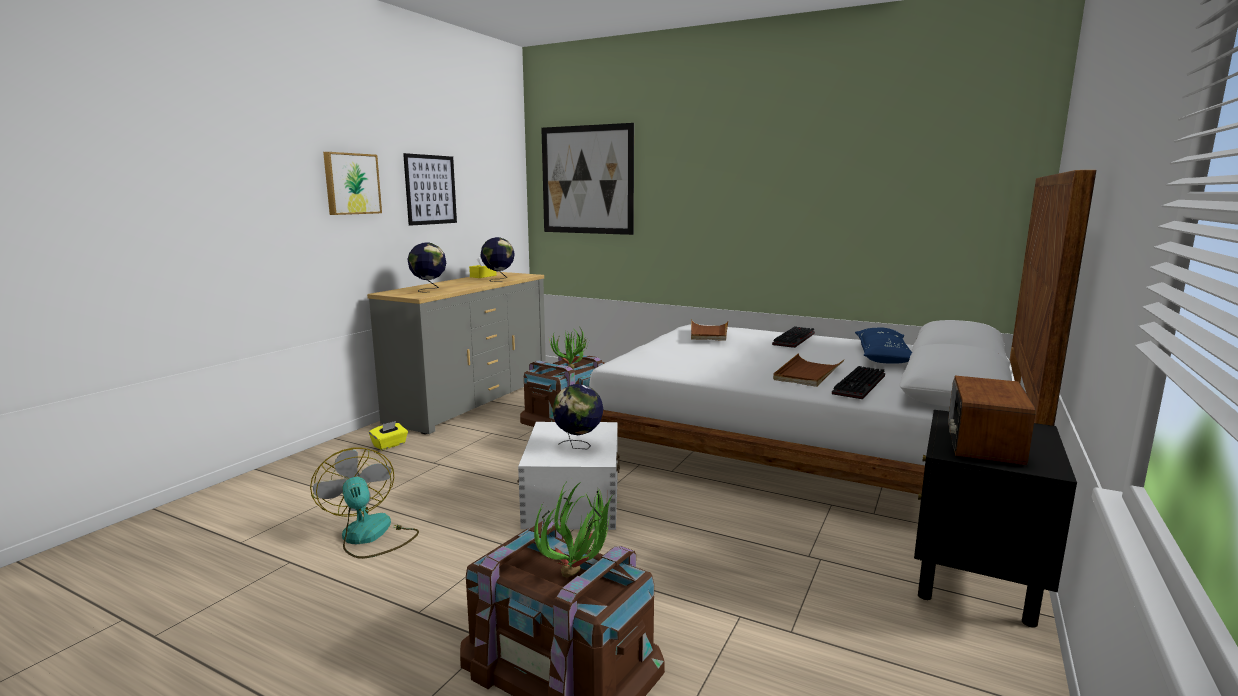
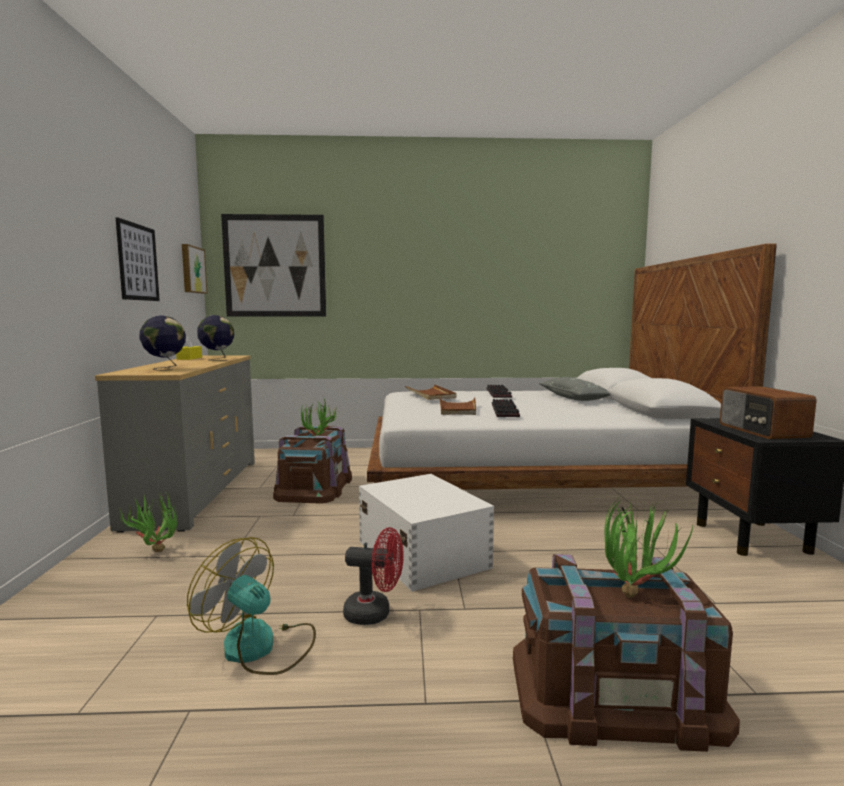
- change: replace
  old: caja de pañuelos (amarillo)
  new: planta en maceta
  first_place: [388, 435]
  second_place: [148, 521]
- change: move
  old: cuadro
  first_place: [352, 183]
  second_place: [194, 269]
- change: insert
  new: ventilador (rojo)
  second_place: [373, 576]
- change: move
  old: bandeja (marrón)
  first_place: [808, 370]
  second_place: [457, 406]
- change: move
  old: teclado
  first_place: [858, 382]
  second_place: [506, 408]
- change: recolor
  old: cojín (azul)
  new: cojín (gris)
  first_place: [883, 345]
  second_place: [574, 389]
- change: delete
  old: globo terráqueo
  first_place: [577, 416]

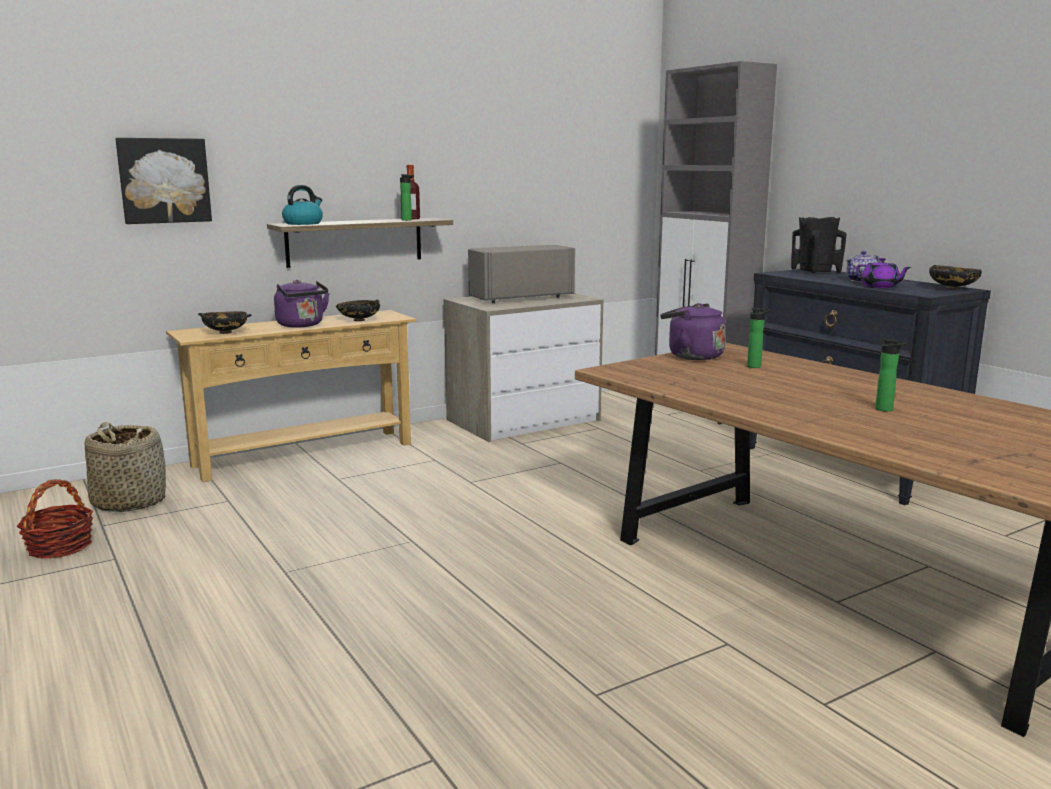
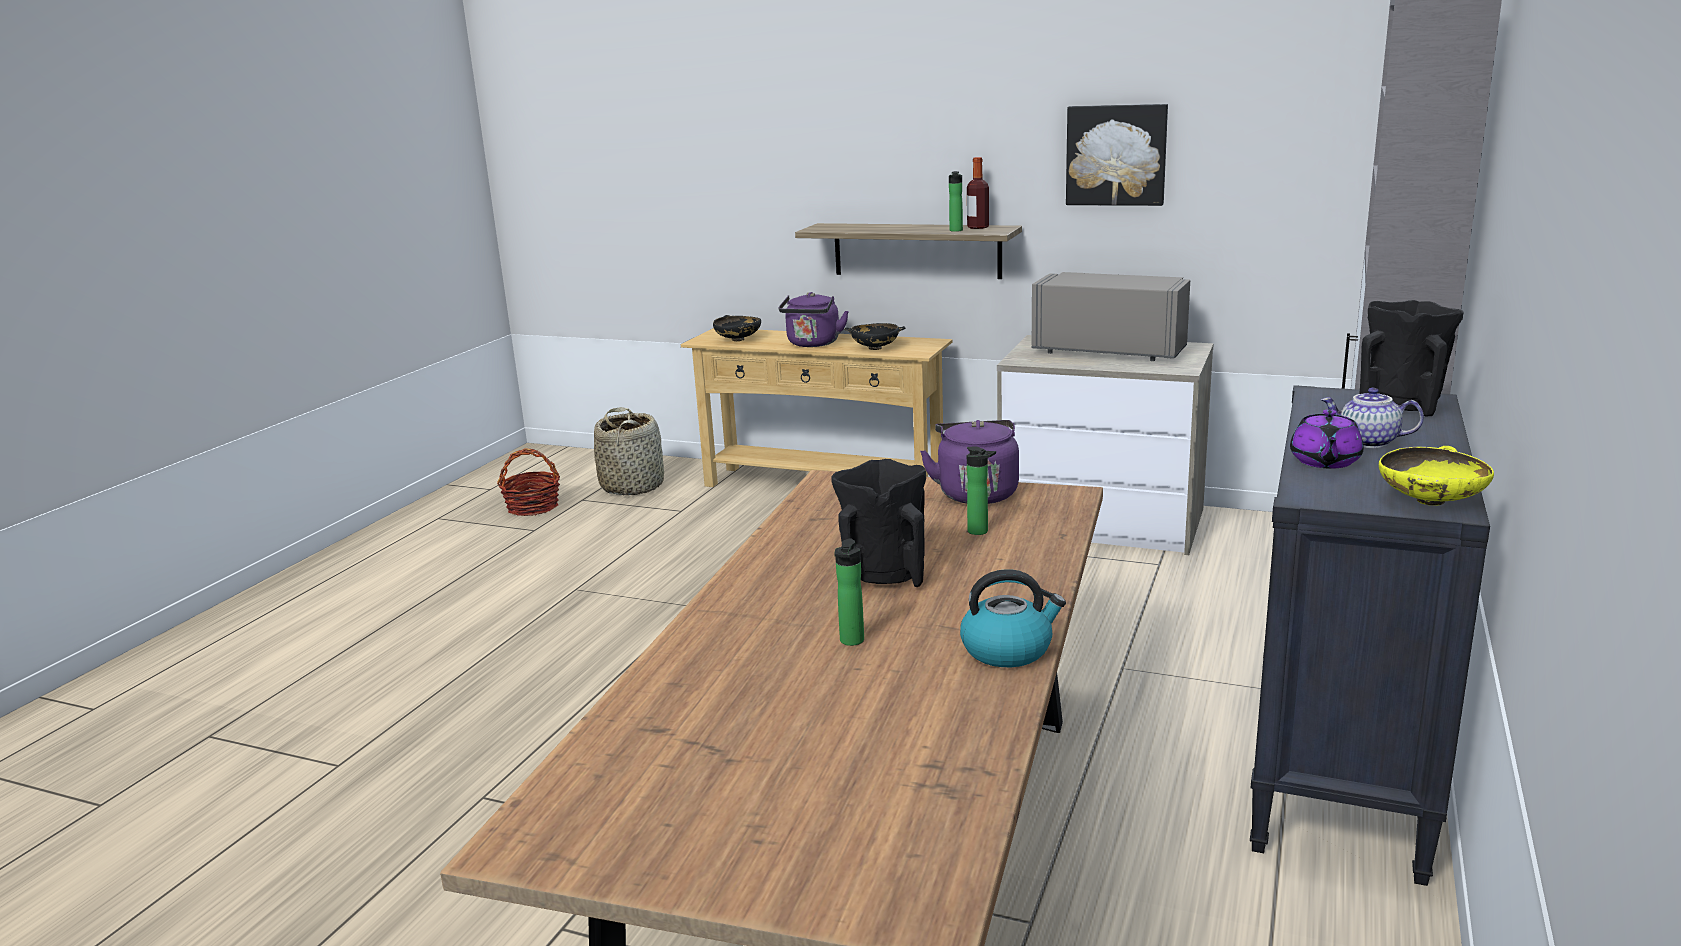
- change: insert
  new: florero (negro)
  second_place: [878, 523]
- change: move
  old: hervidor
  first_place: [302, 205]
  second_place: [1013, 618]
- change: move
  old: cuadro
  first_place: [163, 181]
  second_place: [1117, 155]
- change: recolor
  old: cuenco (negro)
  new: cuenco (amarillo)
  first_place: [955, 277]
  second_place: [1436, 476]

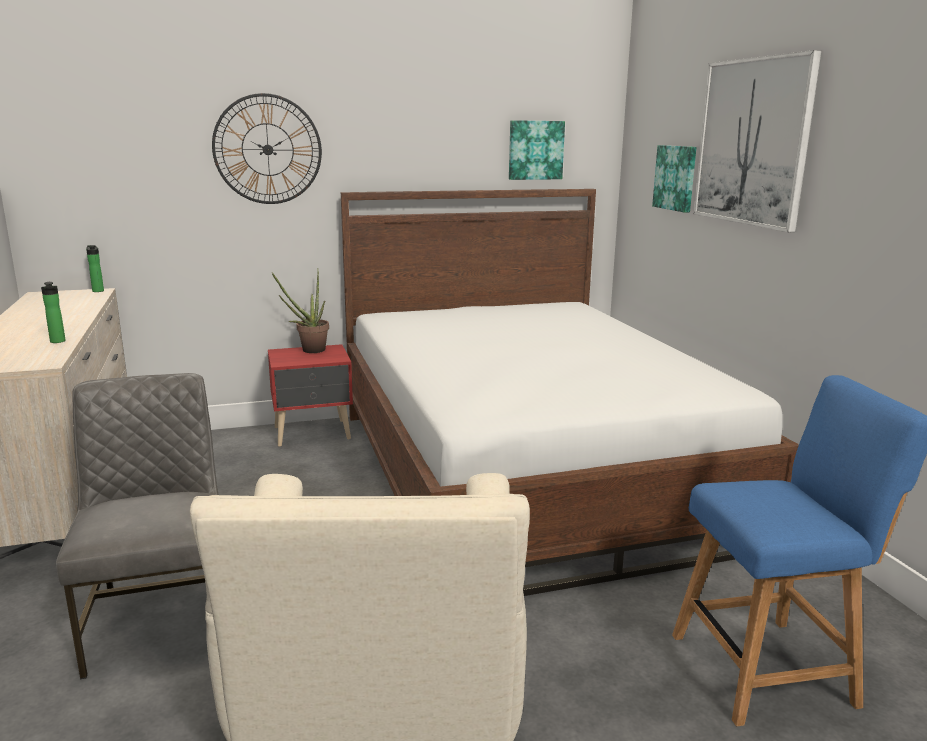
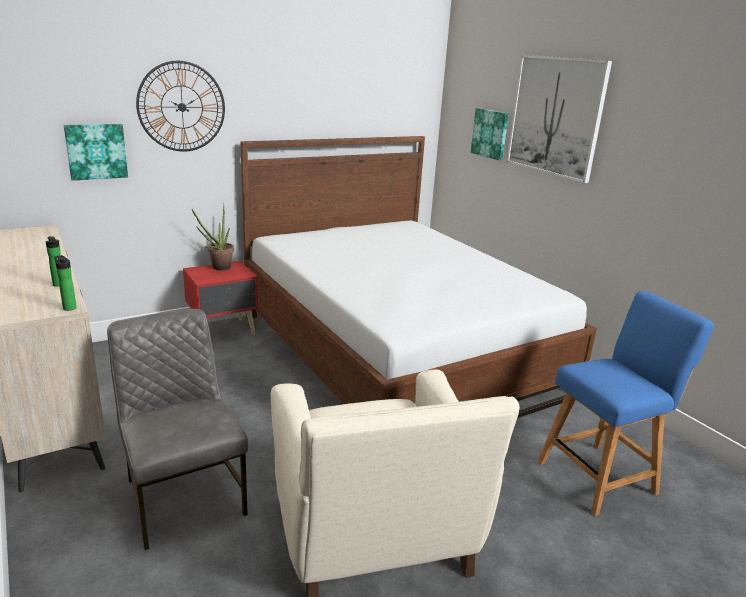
- change: move
  old: botella
  first_place: [95, 268]
  second_place: [65, 283]
- change: move
  old: cuadro
  first_place: [537, 150]
  second_place: [96, 152]

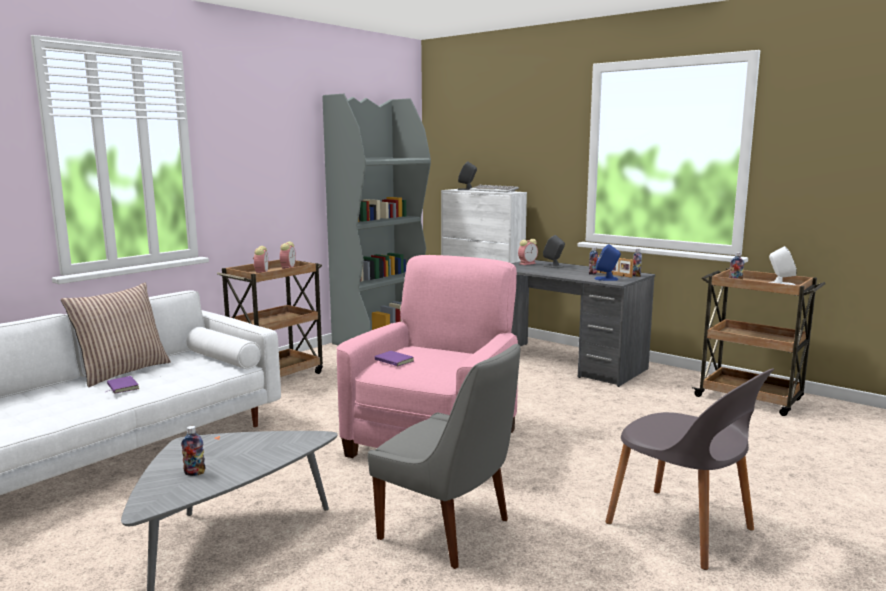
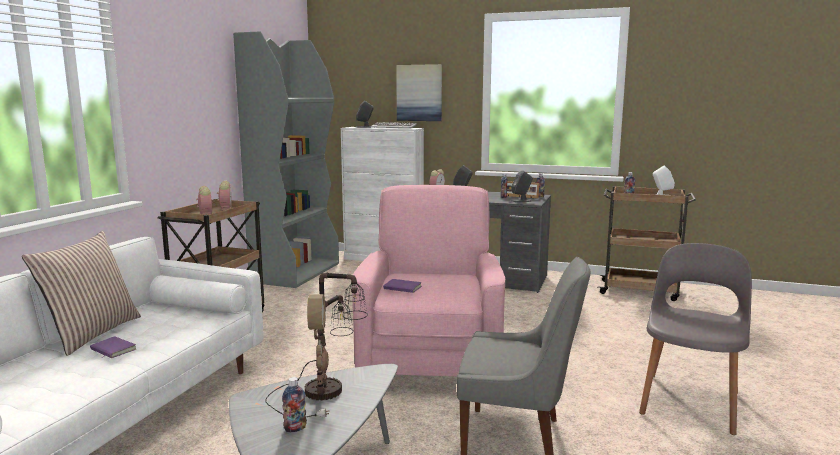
- change: insert
  new: lámpara de mesa
  second_place: [316, 345]
- change: insert
  new: cuadro
  second_place: [419, 92]
- change: recolor
  old: altavoz (azul)
  new: altavoz (gris)
  first_place: [608, 262]
  second_place: [522, 186]
- change: rotate
  old: silla (gris)
  first_place: [689, 469]
  second_place: [695, 339]
  degrees: -90

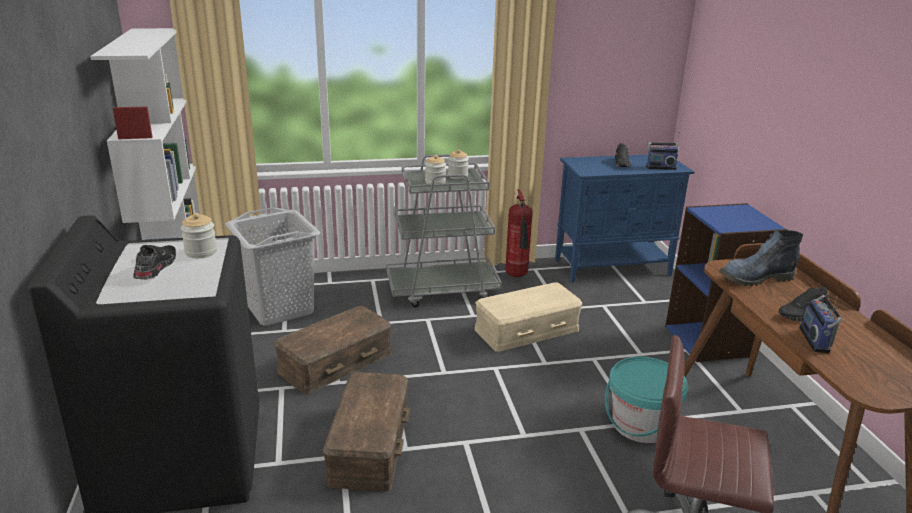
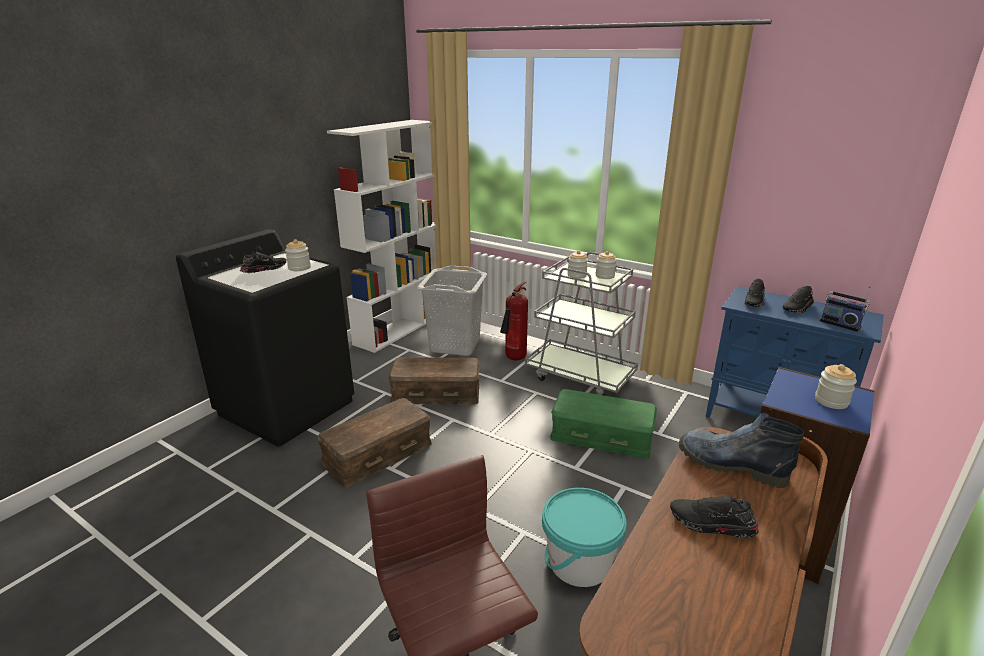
- change: move
  old: extintor
  first_place: [519, 233]
  second_place: [514, 320]
- change: recolor
  old: caja de almacenaje (beis)
  new: caja de almacenaje (verde)
  first_place: [528, 317]
  second_place: [603, 424]
- change: insert
  new: zapato (negro)
  second_place: [754, 293]
- change: insert
  new: tarro
  second_place: [836, 386]
- change: delete
  old: radio
  first_place: [821, 324]

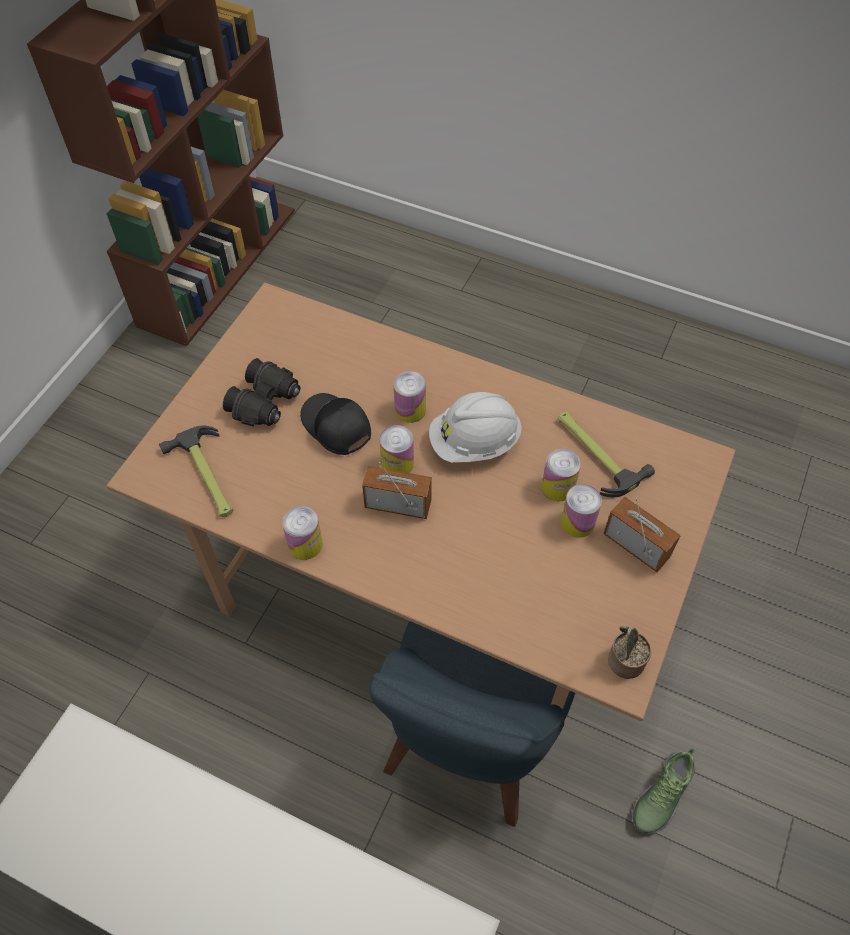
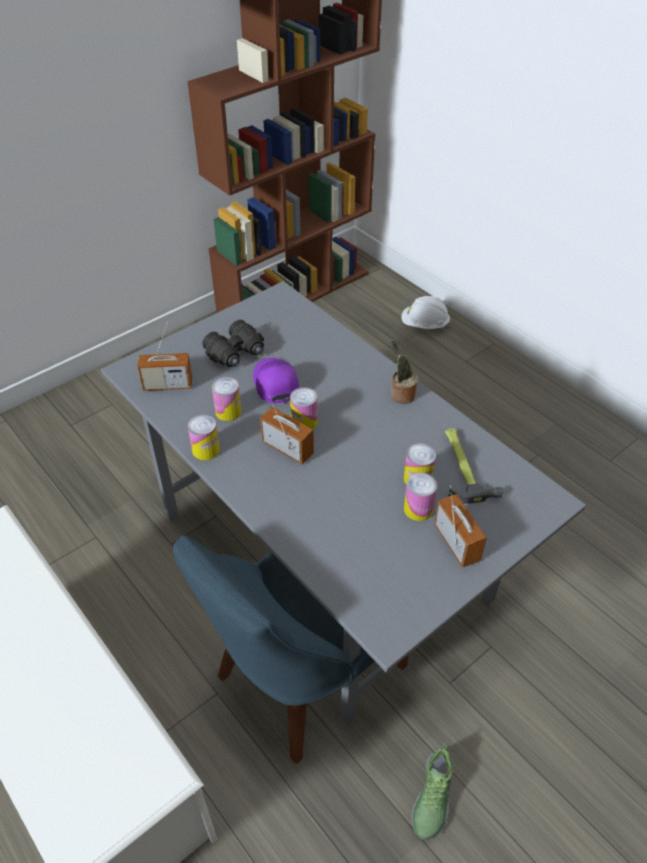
- change: recolor
  old: mesa de comedor (marrón)
  new: mesa de comedor (gris)
  first_place: [421, 521]
  second_place: [343, 502]
- change: replace
  old: martillo
  new: radio
  first_place: [196, 471]
  second_place: [164, 356]
- change: move
  old: lata
  first_place: [410, 397]
  second_place: [227, 399]
- change: recolor
  old: gorra (negro)
  new: gorra (morado)
  first_place: [335, 424]
  second_place: [276, 380]
- change: move
  old: planta en maceta
  first_place: [629, 652]
  second_place: [404, 372]
- change: move
  old: casco (blanco)
  first_place: [475, 427]
  second_place: [425, 312]
- change: rotate
  old: zapato
  first_place: [663, 791]
  second_place: [432, 791]
  degrees: -45

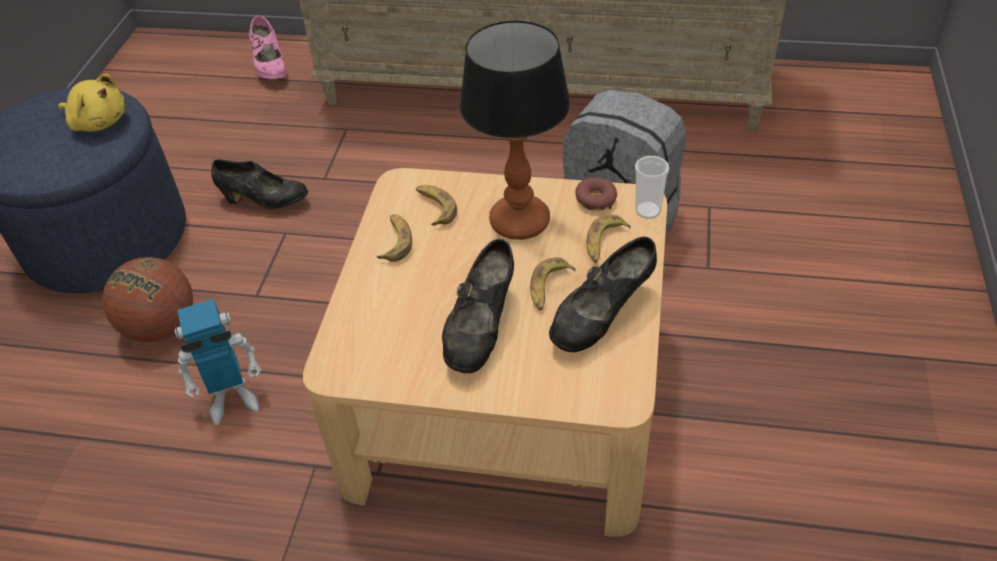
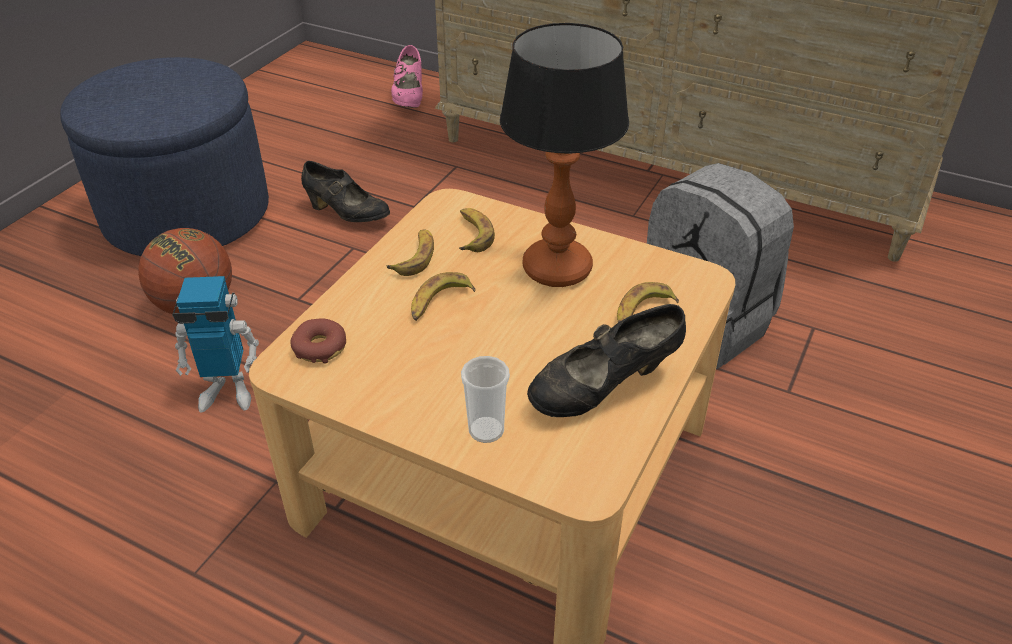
- change: move
  old: rosquilla
  first_place: [596, 194]
  second_place: [318, 341]
- change: move
  old: plátano
  first_place: [553, 284]
  second_place: [443, 296]
- change: move
  old: taza
  first_place: [652, 187]
  second_place: [485, 399]
- change: delete
  old: peluche (amarillo)
  first_place: [91, 103]
- change: delete
  old: zapato (negro)
  first_place: [478, 306]

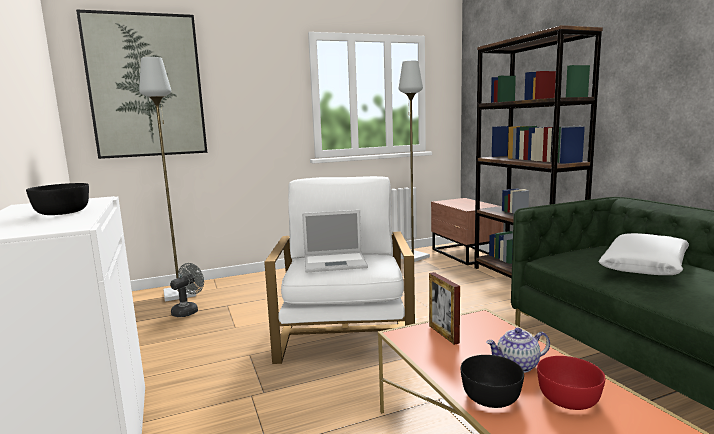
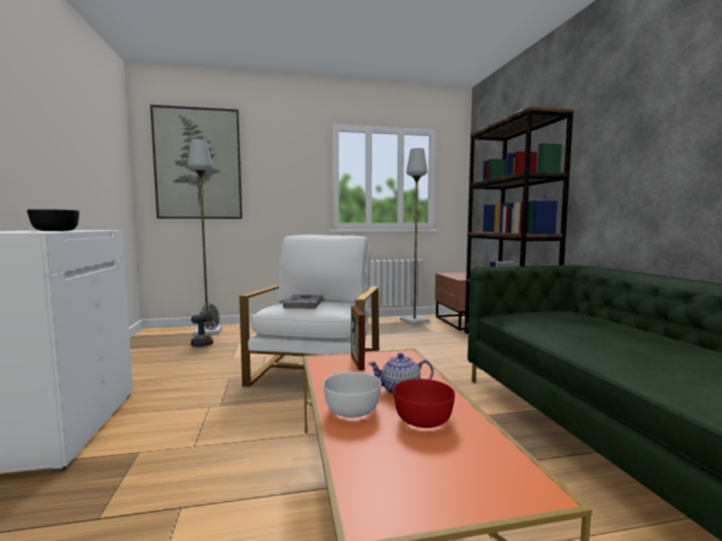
- change: replace
  old: portátil
  new: libro (gris)
  first_place: [335, 241]
  second_place: [304, 302]
- change: recolor
  old: cuenco (negro)
  new: cuenco (blanco)
  first_place: [492, 381]
  second_place: [352, 395]
- change: delete
  old: cojín (blanco)
  first_place: [643, 254]

